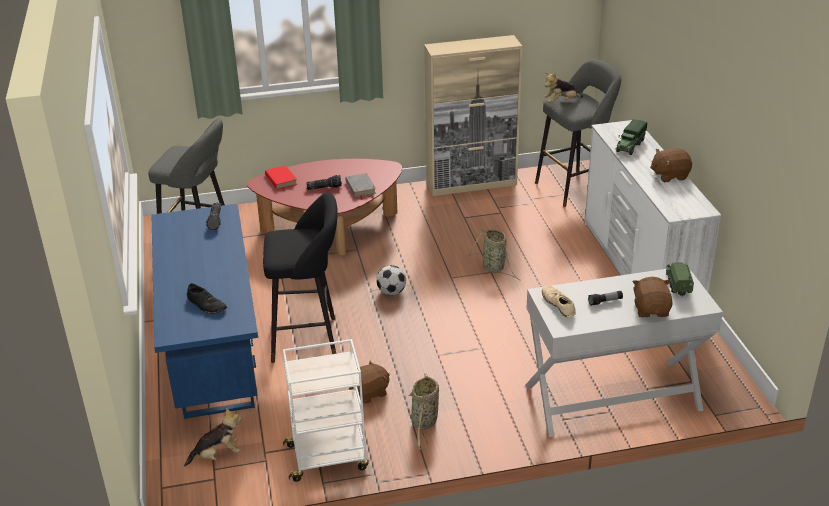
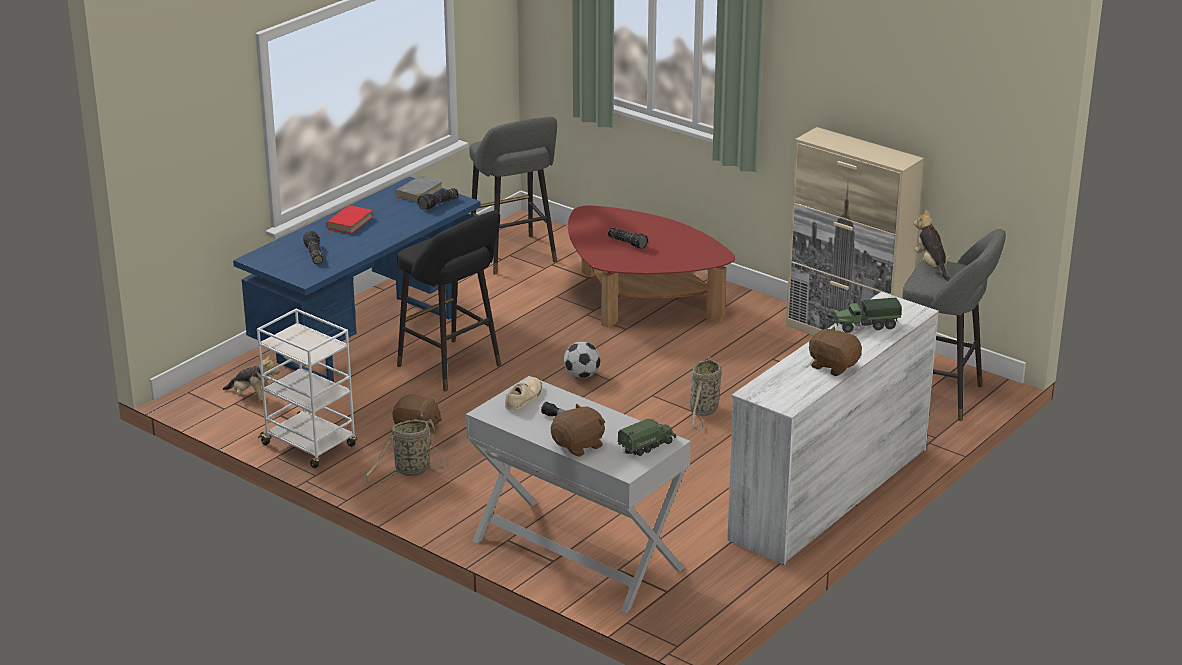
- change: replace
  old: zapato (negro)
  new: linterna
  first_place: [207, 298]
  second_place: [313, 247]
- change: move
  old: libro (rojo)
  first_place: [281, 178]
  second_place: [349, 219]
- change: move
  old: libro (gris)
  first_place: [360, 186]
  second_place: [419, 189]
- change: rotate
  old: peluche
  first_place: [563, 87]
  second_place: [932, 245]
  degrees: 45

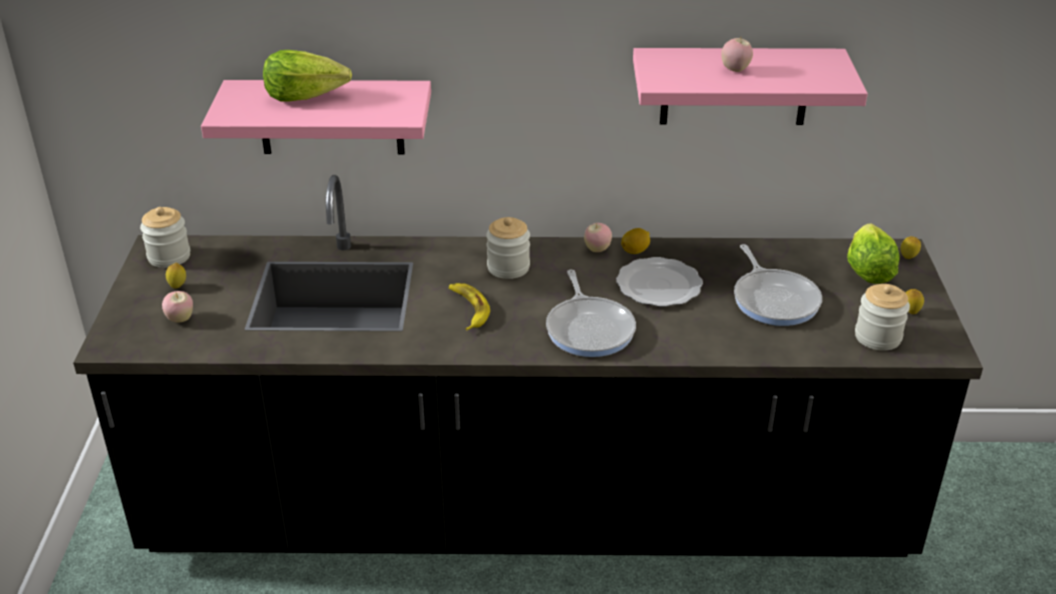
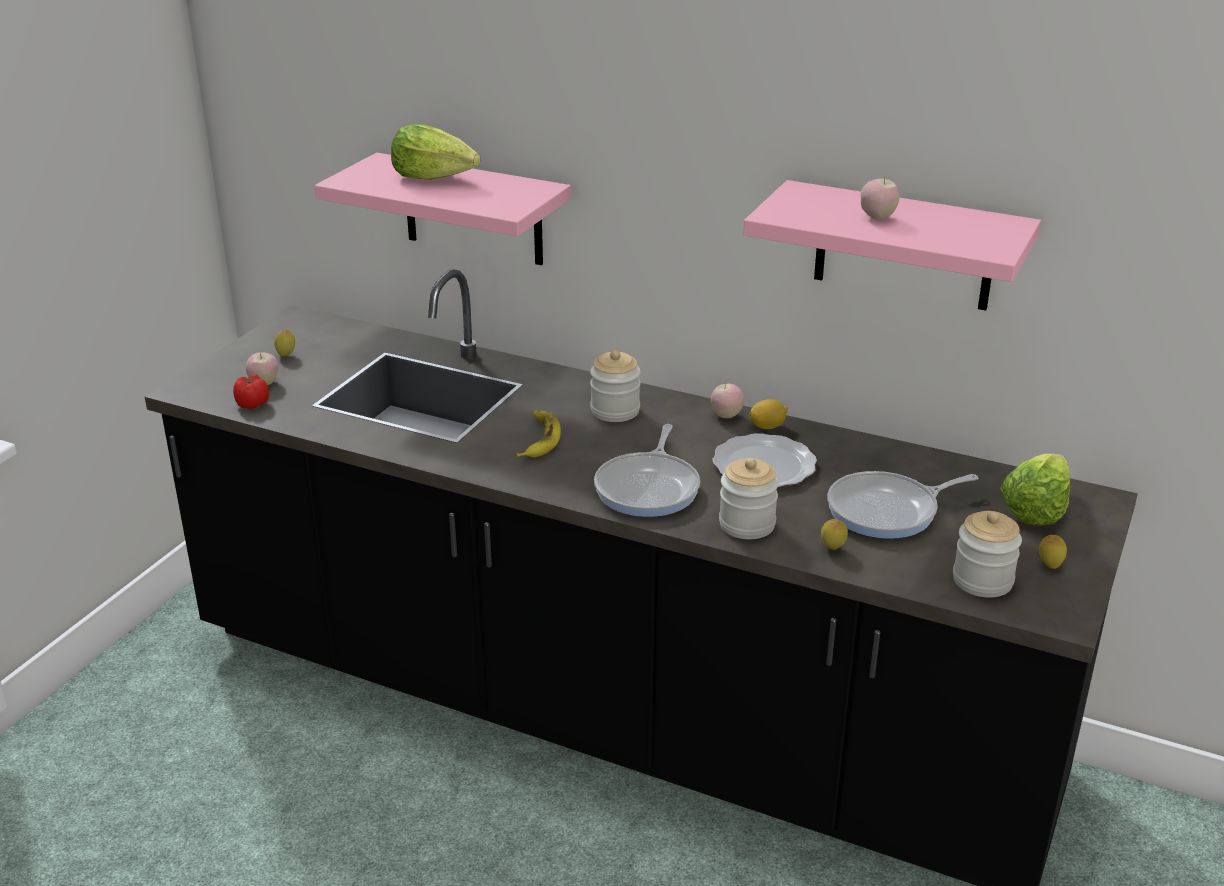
- change: insert
  new: tomate
  second_place: [251, 392]
- change: move
  old: tarro
  first_place: [165, 237]
  second_place: [749, 498]
- change: move
  old: limón
  first_place: [910, 247]
  second_place: [834, 534]
- change: rotate
  old: sartén
  first_place: [778, 285]
  second_place: [903, 505]
  degrees: 60

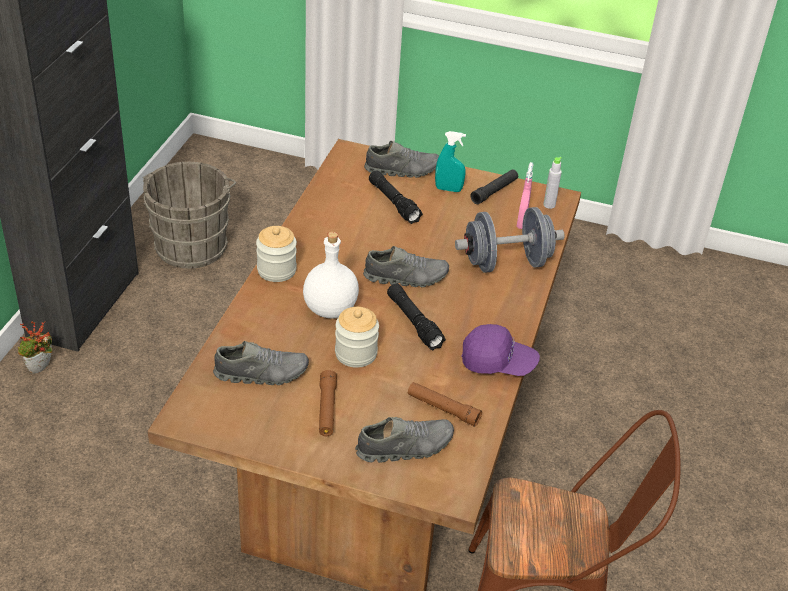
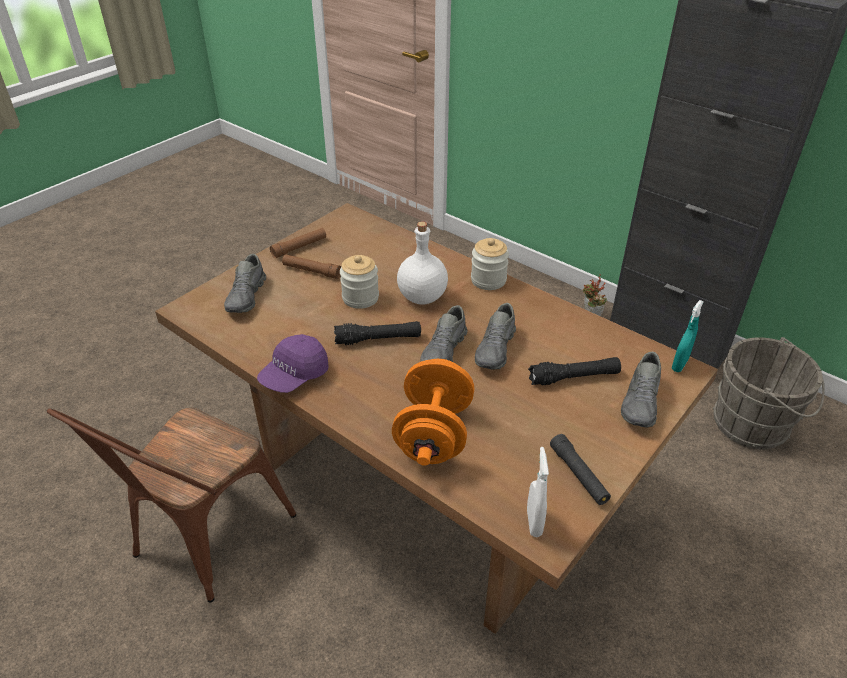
- change: move
  old: linterna (marrón)
  first_place: [445, 404]
  second_place: [298, 243]
- change: recolor
  old: mancuerna (gris)
  new: mancuerna (naranja)
  first_place: [510, 240]
  second_place: [433, 412]
- change: move
  old: zapato (gris)
  first_place: [261, 363]
  second_place: [495, 336]
- change: replace
  old: botella (gris)
  new: pulverizador (blanco)
  first_place: [552, 183]
  second_place: [538, 492]
- change: move
  old: pulverizador (turquesa)
  first_place: [450, 161]
  second_place: [688, 336]
- change: delete
  old: pulverizador (rosa)
  first_place: [525, 195]

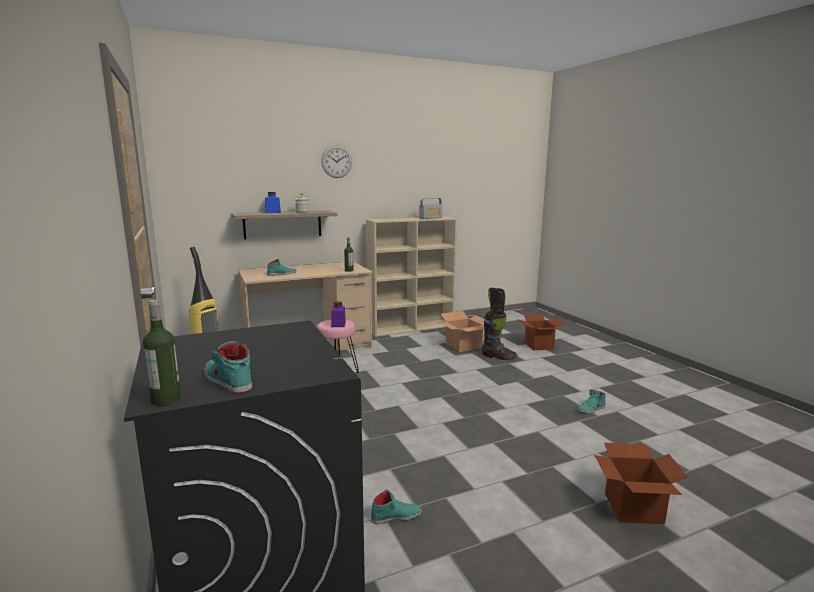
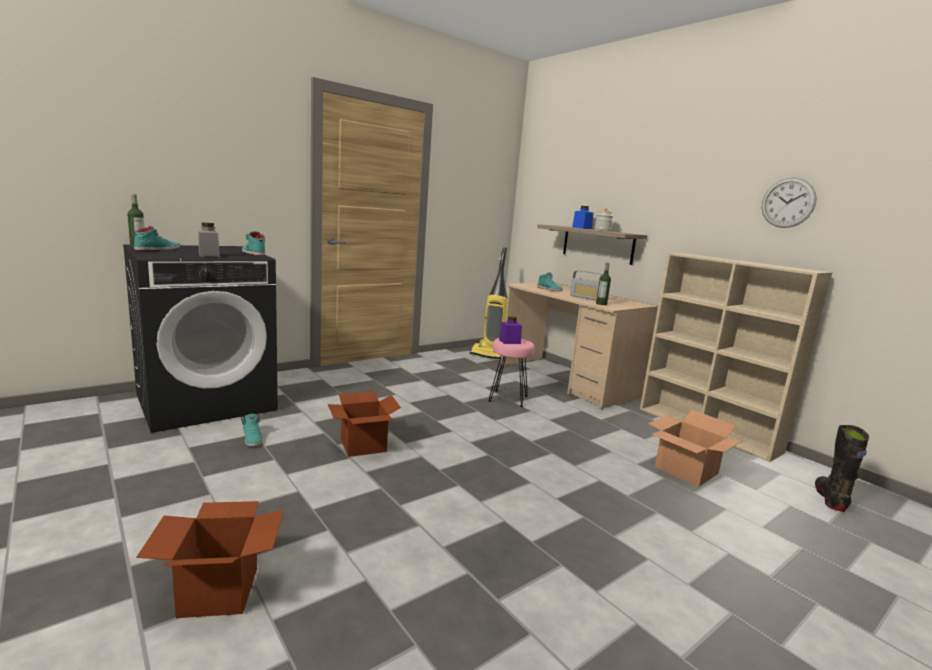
- change: insert
  new: tarro (gris)
  second_place: [209, 240]
- change: move
  old: zapato (turquesa)
  first_place: [591, 401]
  second_place: [253, 243]
- change: move
  old: caja de cartón
  first_place: [541, 332]
  second_place: [364, 424]
- change: move
  old: radio
  first_place: [431, 208]
  second_place: [586, 285]
- change: move
  old: reloj de pared
  first_place: [336, 161]
  second_place: [789, 202]
- change: delete
  old: bota (negro)
  first_place: [499, 335]

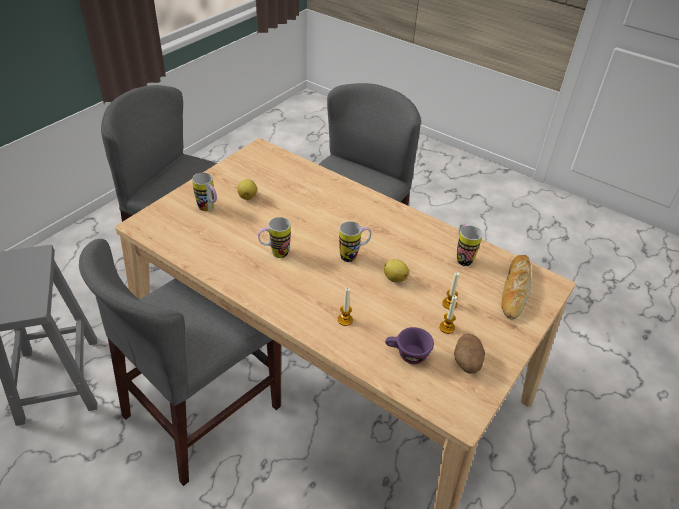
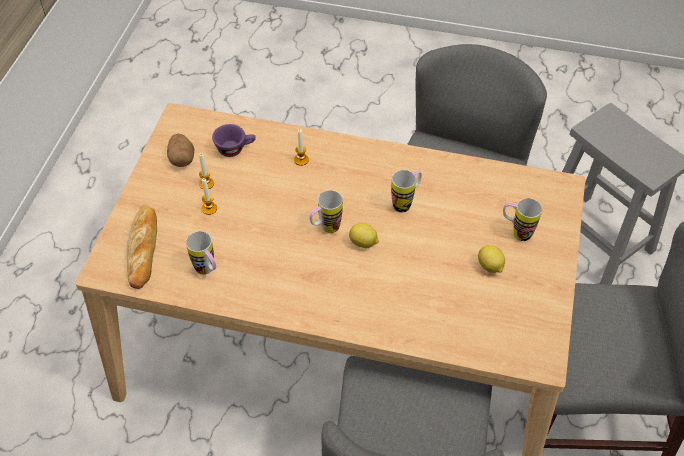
- change: move
  old: limón
  first_place: [396, 271]
  second_place: [364, 235]

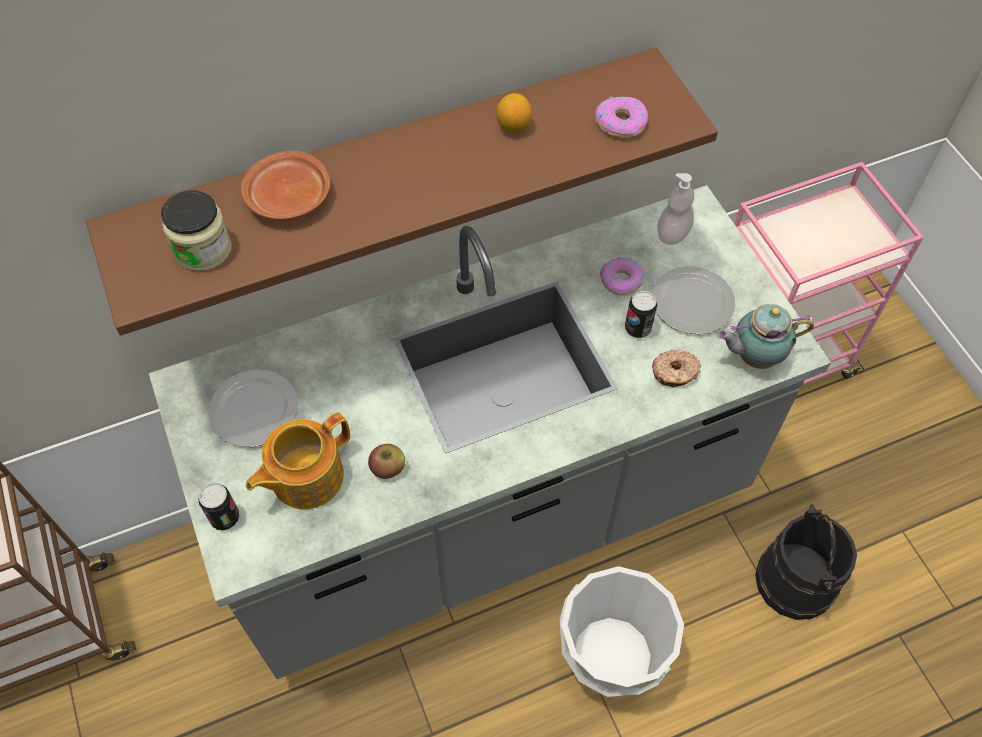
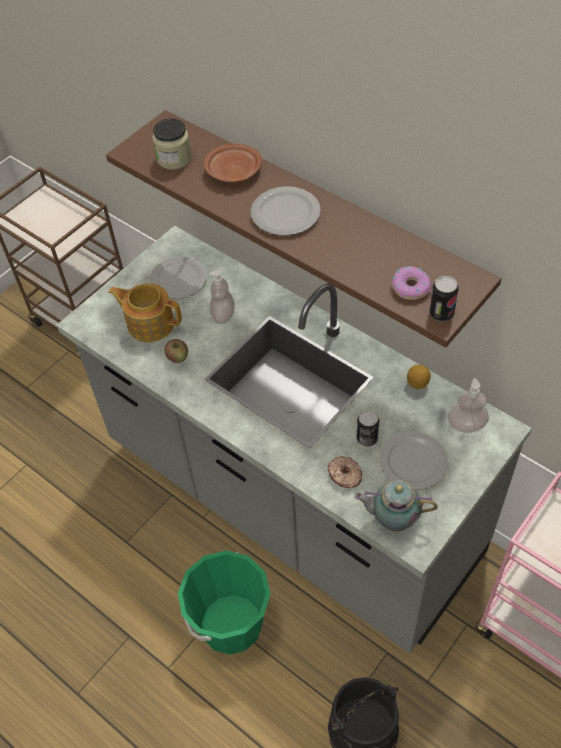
- change: recolor
  old: cubo (blanco)
  new: cubo (verde)
  first_place: [622, 631]
  second_place: [224, 602]
- change: insert
  new: dispensador de jabón
  second_place: [222, 297]
- change: insert
  new: plato
  second_place: [286, 211]
- change: rotate
  old: tetera
  first_place: [765, 336]
  second_place: [396, 505]
  degrees: -45
- change: move
  old: limón
  first_place: [514, 113]
  second_place: [419, 377]
- change: move
  old: lata
  first_place: [218, 506]
  second_place: [443, 298]
- change: delete
  old: rosquilla
  first_place: [622, 276]

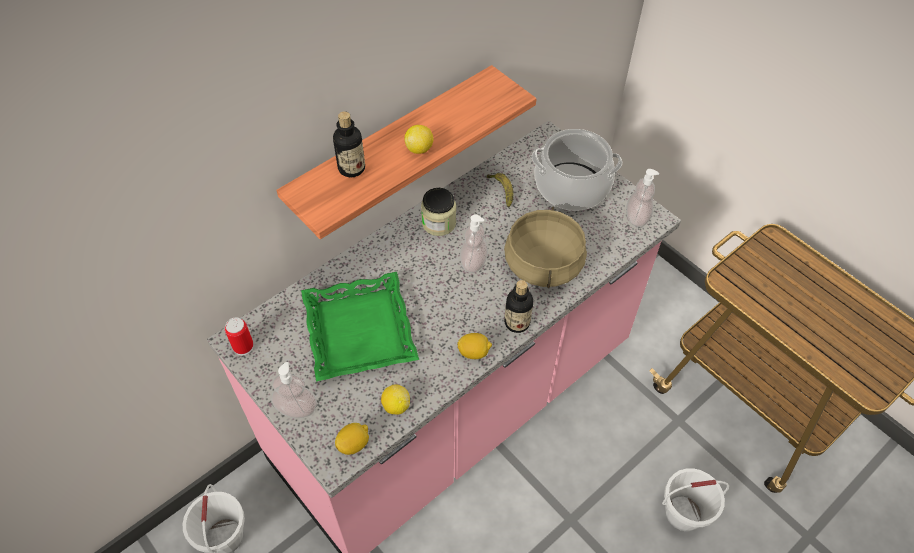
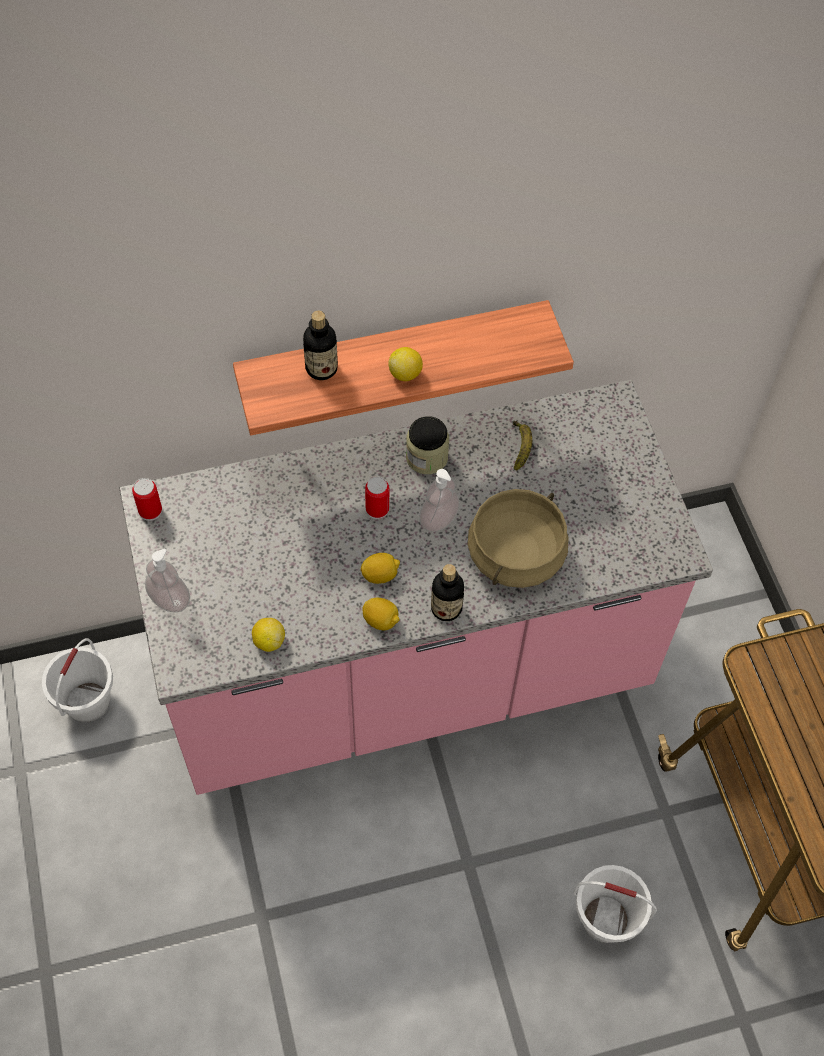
- change: move
  old: limón
  first_place: [352, 439]
  second_place: [380, 568]
- change: insert
  new: lata
  second_place: [377, 498]
- change: delete
  old: bandeja (verde)
  first_place: [360, 326]
- change: delete
  old: olla
  first_place: [577, 170]
- change: delete
  old: dispensador de jabón
  first_place: [642, 198]

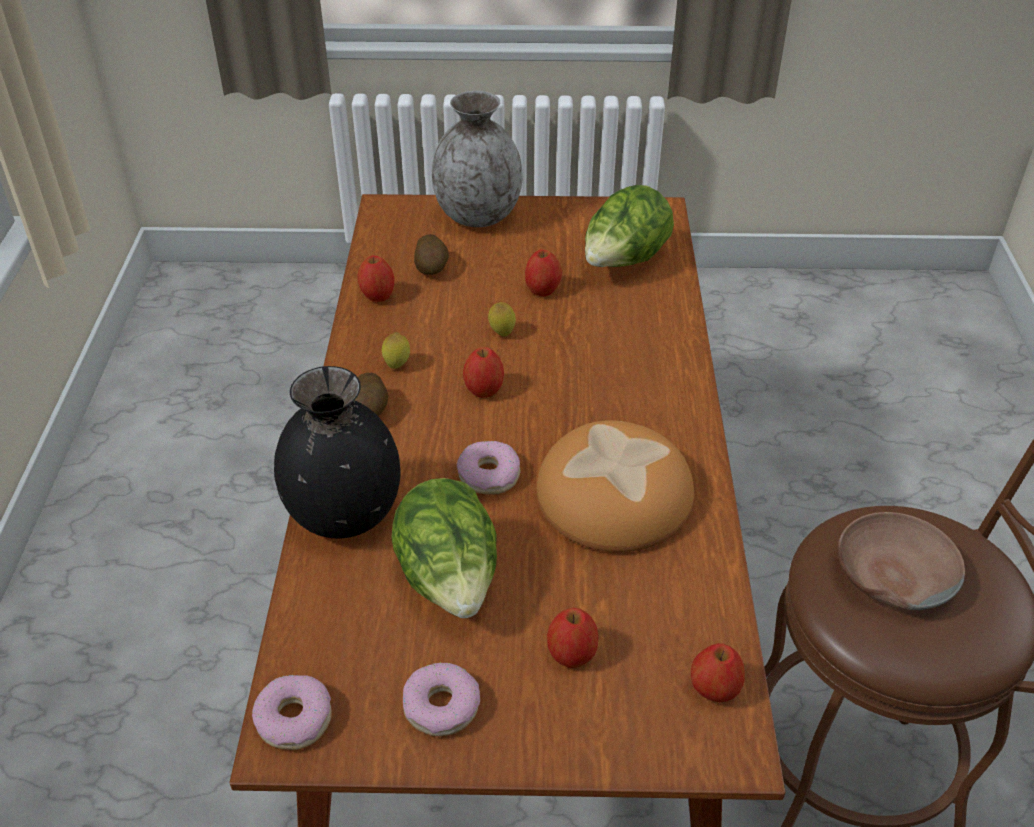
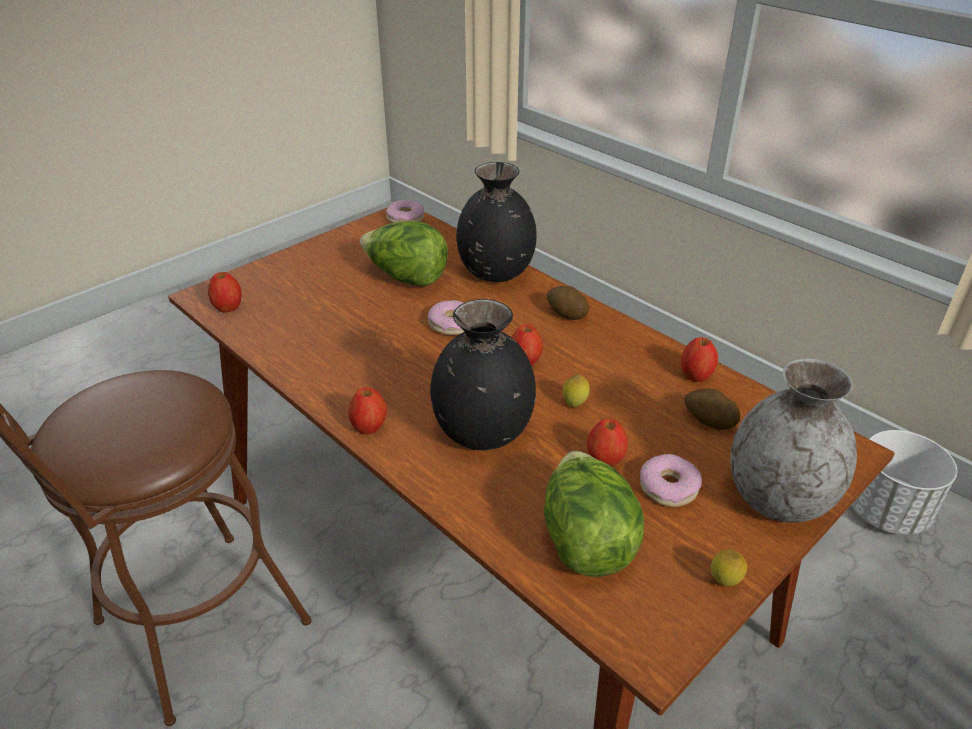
- change: move
  old: manzana
  first_place: [572, 638]
  second_place: [367, 411]
- change: insert
  new: florero (negro)
  second_place: [483, 374]
- change: move
  old: rosquilla
  first_place: [441, 699]
  second_place: [671, 480]
- change: move
  old: limón
  first_place: [396, 350]
  second_place: [729, 568]
- change: insert
  new: maceta (blanco)
  second_place: [904, 482]
- change: delete
  old: pan
  first_place: [615, 486]
- change: delete
  old: cuenco (marrón)
  first_place: [901, 561]

